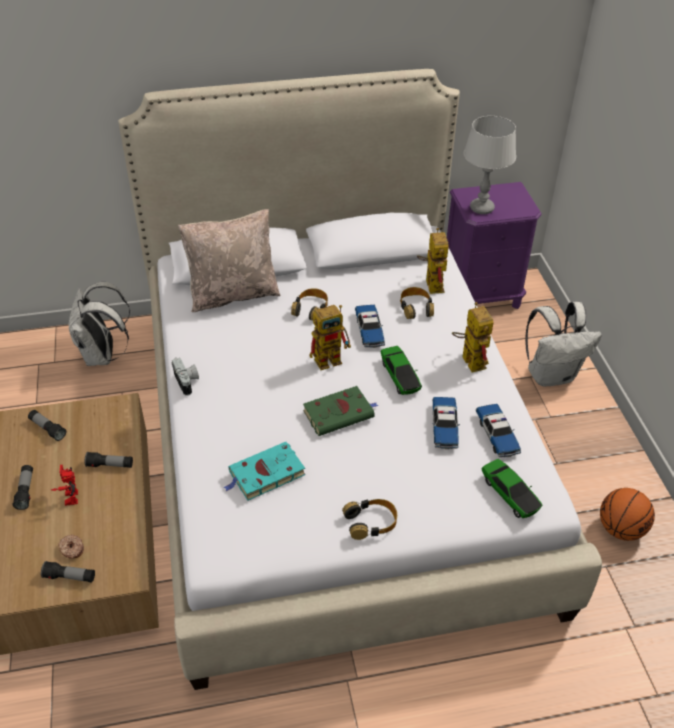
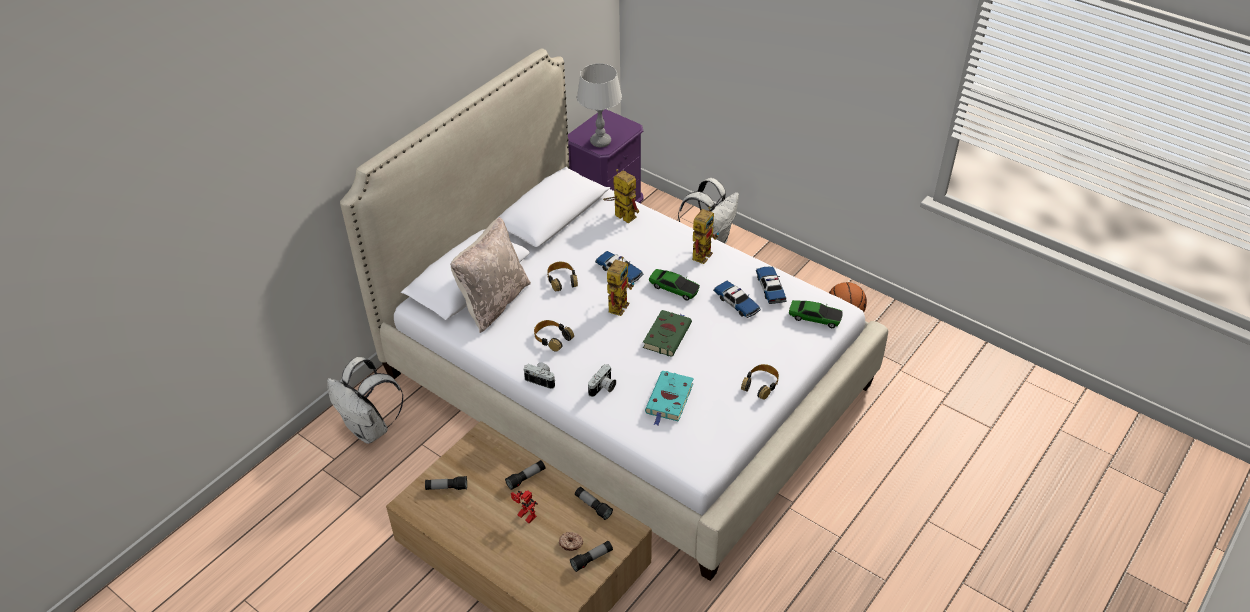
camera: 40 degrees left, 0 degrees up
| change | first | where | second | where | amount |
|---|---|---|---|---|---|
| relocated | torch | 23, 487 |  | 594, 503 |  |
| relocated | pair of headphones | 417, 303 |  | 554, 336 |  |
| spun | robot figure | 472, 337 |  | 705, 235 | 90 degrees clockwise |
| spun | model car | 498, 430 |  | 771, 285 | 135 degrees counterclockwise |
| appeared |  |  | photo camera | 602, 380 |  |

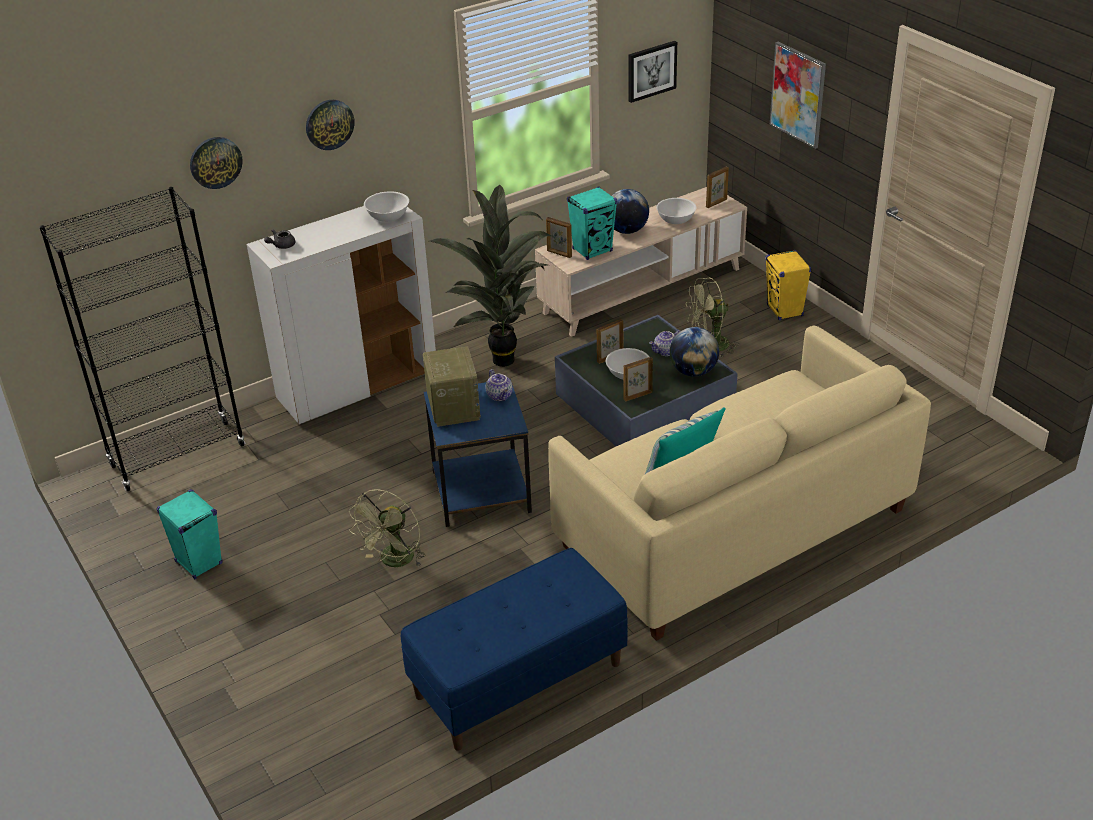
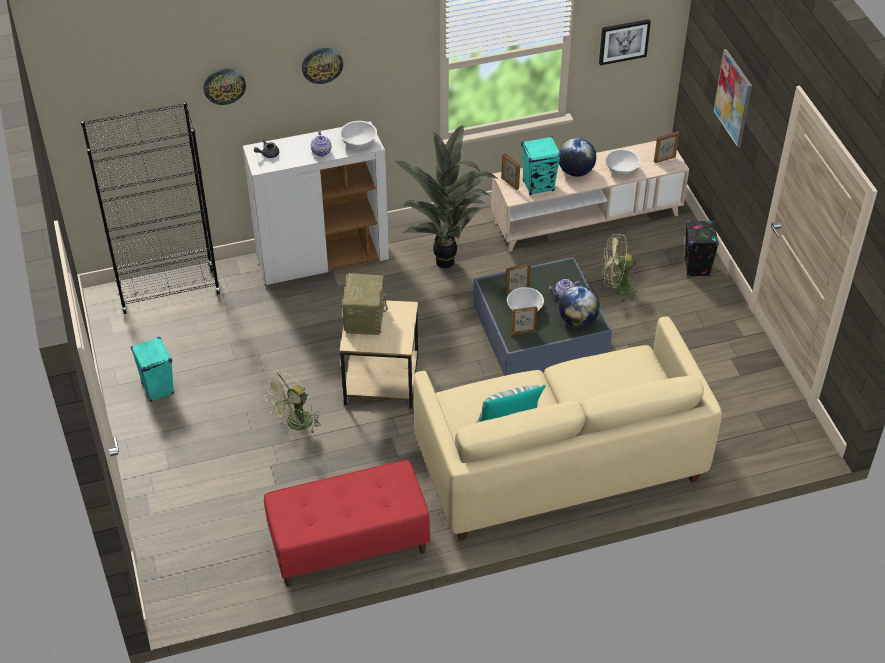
camera: 15 degrees right, 10 degrees up
| change | first | where | second | where | amount |
|---|---|---|---|---|---|
| colour | long seat in bluish | 514, 649 | long seat in red-coloured | 347, 523 |  |
| colour | end table in bluish | 478, 453 | end table in beige | 379, 354 |  |
| relocated | pot for tea | 499, 385 |  | 321, 143 |  |
| colour | audio speaker in yellowish | 788, 285 | audio speaker in black-coloured | 701, 248 |  |

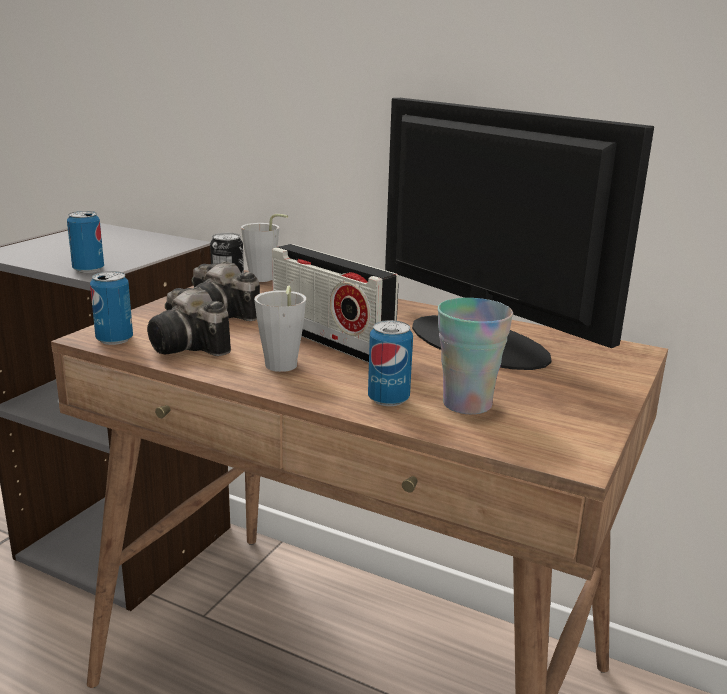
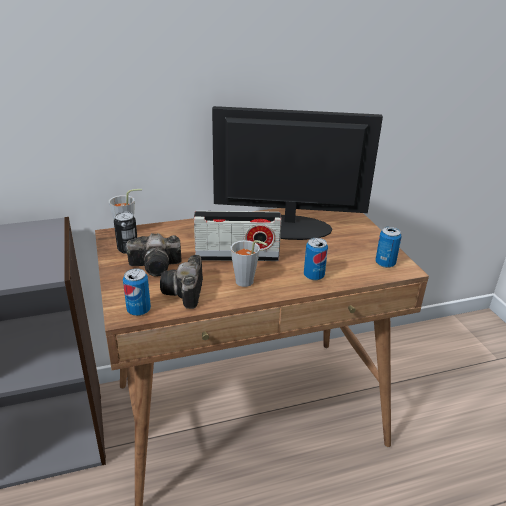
camera: 45 degrees left, 10 degrees up
| change | first | where | second | where | amount |
|---|---|---|---|---|---|
| relocated | metal can | 85, 242 |  | 388, 247 |  |
| spun | photo camera | 189, 321 |  | 181, 282 | 90 degrees clockwise |
| missing | drinking cup | 475, 356 |  |  |  |

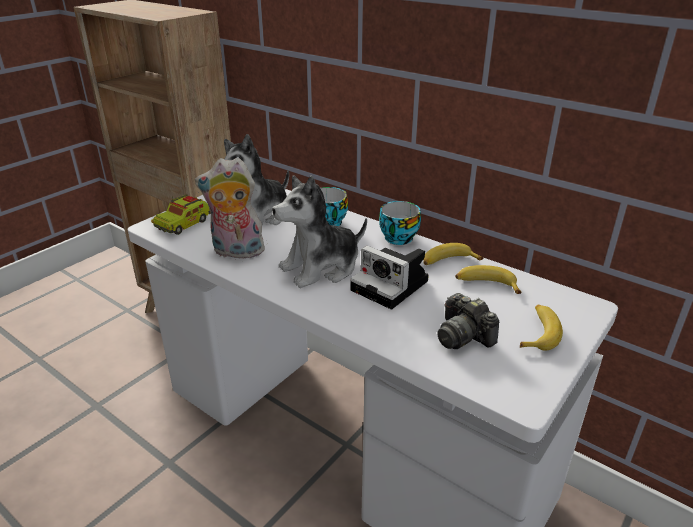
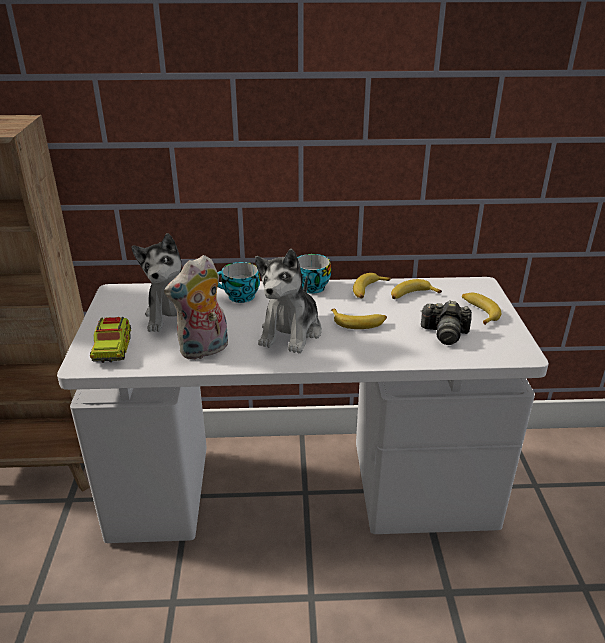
camera: 40 degrees left, 0 degrees up
| change | first | where | second | where | amount |
|---|---|---|---|---|---|
| exchanged | photo camera | 389, 277 | banana | 359, 318 |  |

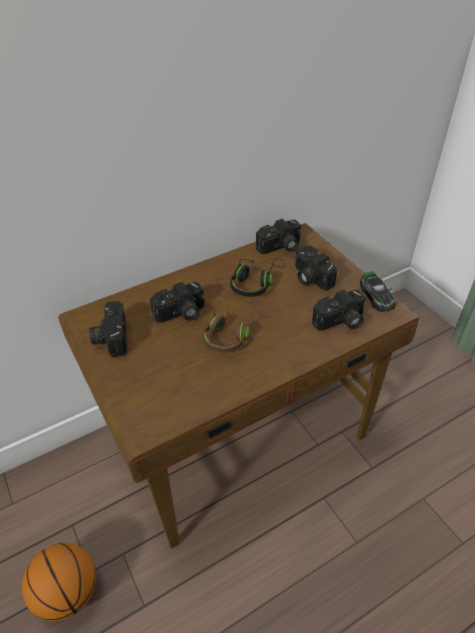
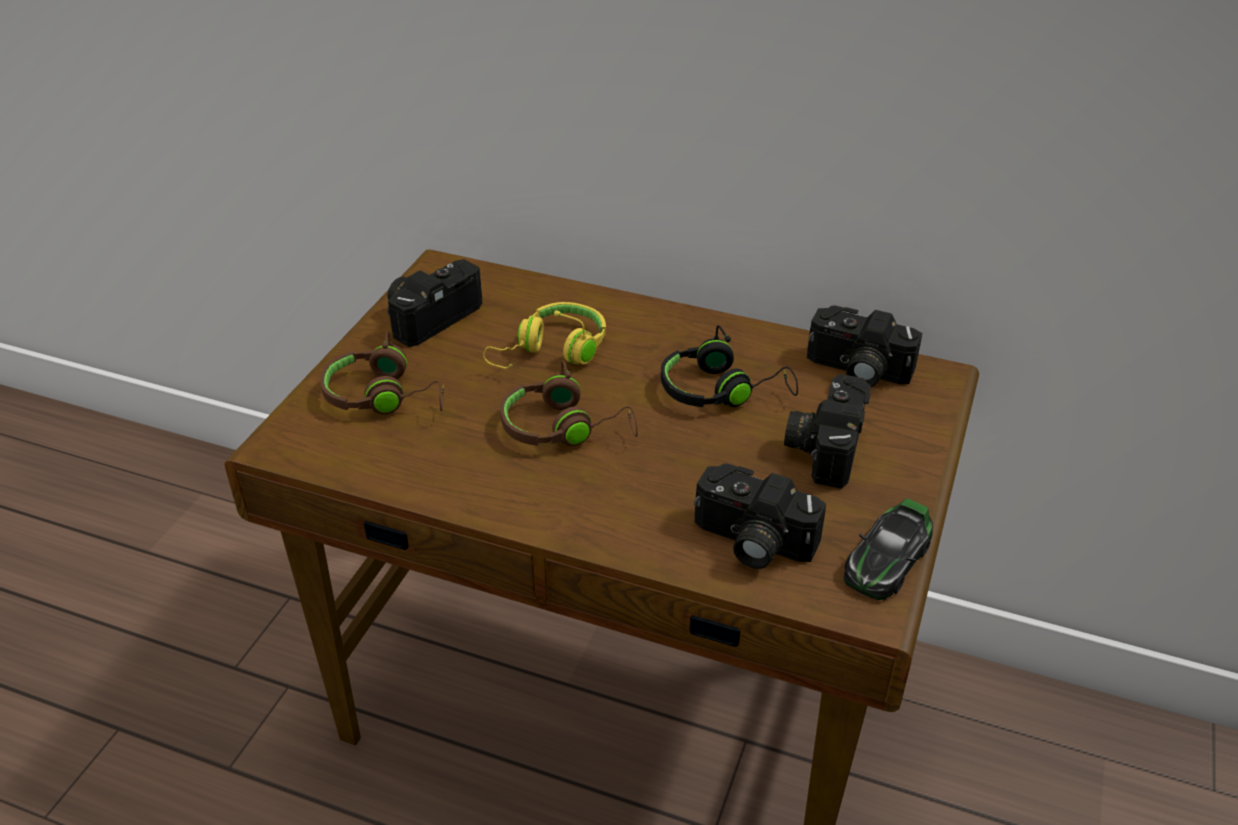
camera: 50 degrees right, 5 degrees down
| change | first | where | second | where | amount |
|---|---|---|---|---|---|
| missing | basketball ball | 59, 582 |  |  |  |
| exchanged | photo camera | 177, 302 | pair of headphones in yellowish | 544, 335 |  |
| appeared |  |  | pair of headphones in brownish | 382, 372 |  |

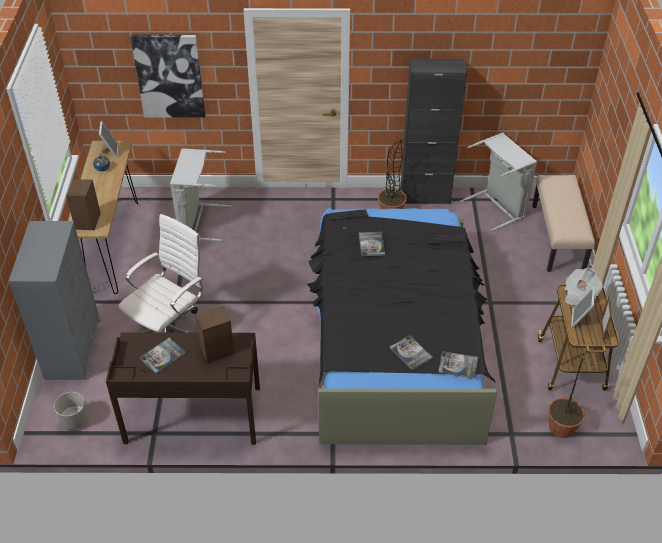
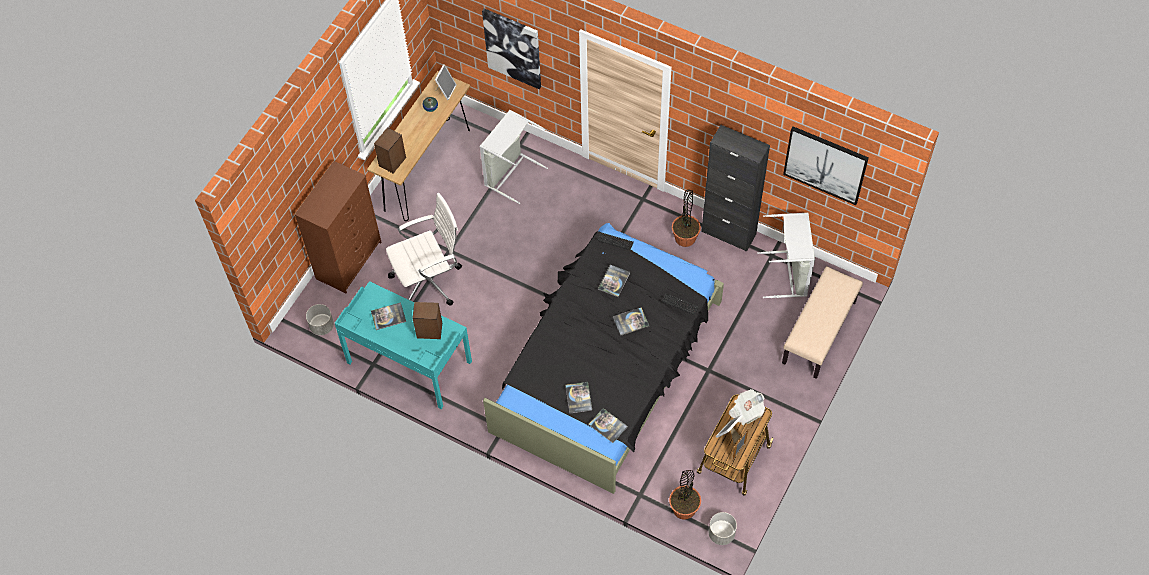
camera: 30 degrees right, 15 degrees up
| change | first | where | second | where | amount |
|---|---|---|---|---|---|
| colour | drawer chest in greyish | 54, 300 | drawer chest in brownish | 338, 227 |  |
| colour | desk in brownish | 183, 388 | desk in turquoise-coloured | 403, 345 |  |
| appeared |  |  | volume | 631, 321 |  |
| appeared |  |  | flower pot in greyish | 723, 528 |  |
| appeared |  |  | wall picture | 826, 165 |  |

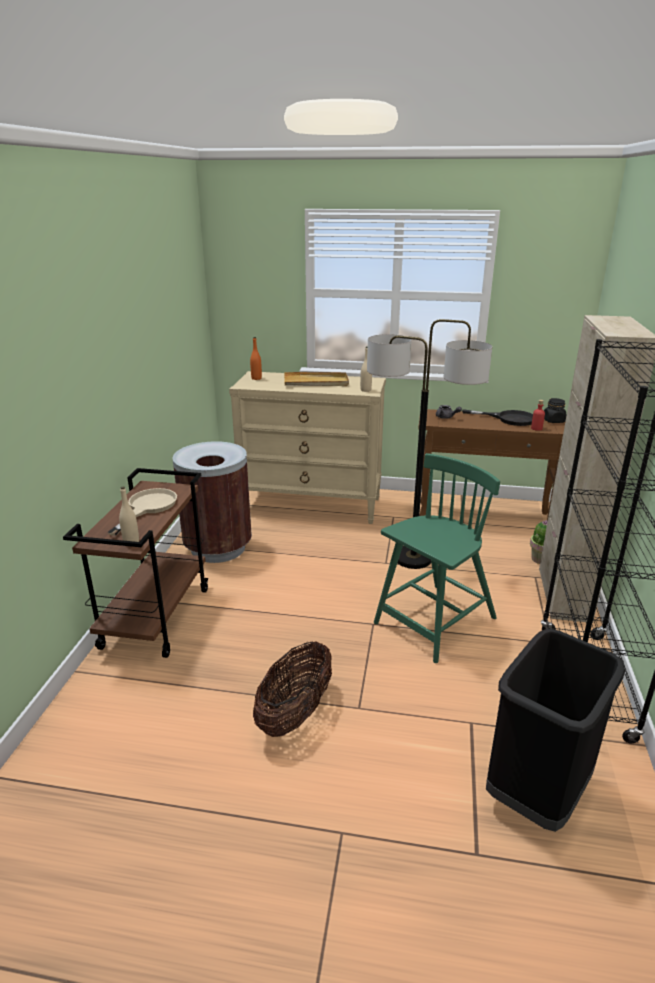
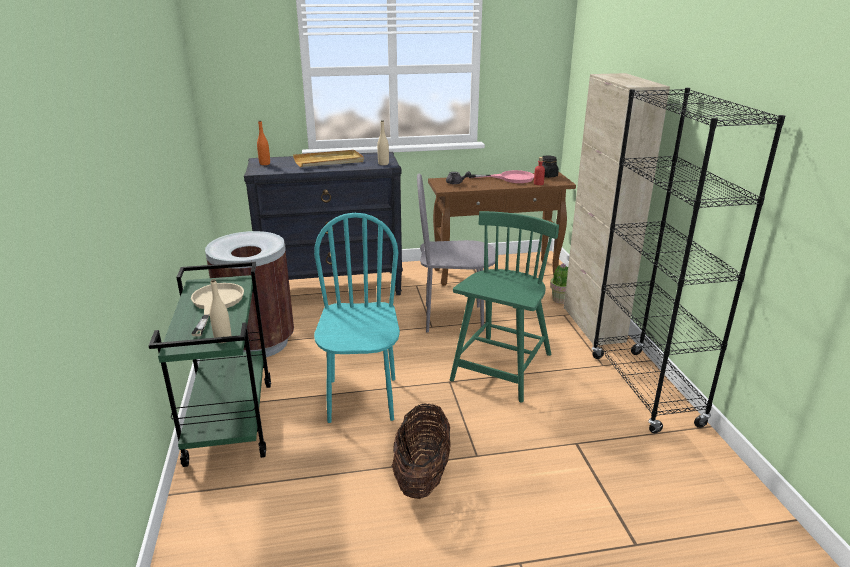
camera: 20 degrees left, 0 degrees up
| change | first | where | second | where | amount |
|---|---|---|---|---|---|
| colour | cart in brownish | 135, 563 | cart in green | 209, 364 |  |
| colour | drawer chest in beige | 307, 447 | drawer chest in black-coloured | 323, 223 |  |
| exchanged | floor lamp | 429, 444 | plain chair in greyish | 456, 253 |  |
| colour | skillet in black-coloured | 497, 417 | skillet in pink | 501, 176 |  |
| missing | waste bin in black-coloured | 555, 730 |  |  |  |
| appeared |  |  | plain chair in turquoise-coloured | 357, 318 |  |

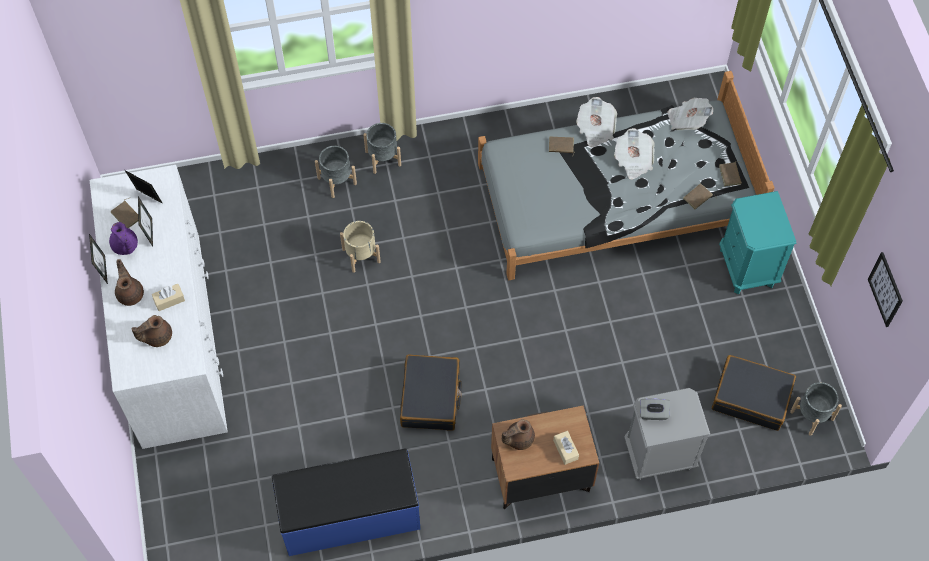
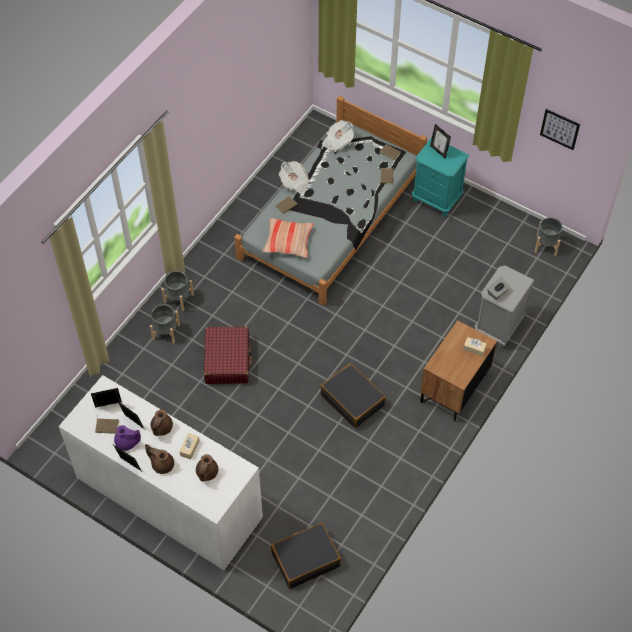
camera: 45 degrees left, 5 degrees down
| change | first | where | second | where | amount |
|---|---|---|---|---|---|
| missing | long seat in bluish | 346, 502 |  |  |  |
| exchanged | flower pot in beige | 360, 247 | travel case in red-coloured | 228, 355 |  |
| relocated | pot for tea in brownish | 518, 434 |  | 162, 422 |  |
| missing | printed paper | 634, 154 |  |  |  |
| relocated | travel case in black-coloured | 753, 393 |  | 306, 556 |  |
| appeared |  |  | pillow | 287, 238 |  |
| appeared |  |  | picture frame | 440, 141 |  |

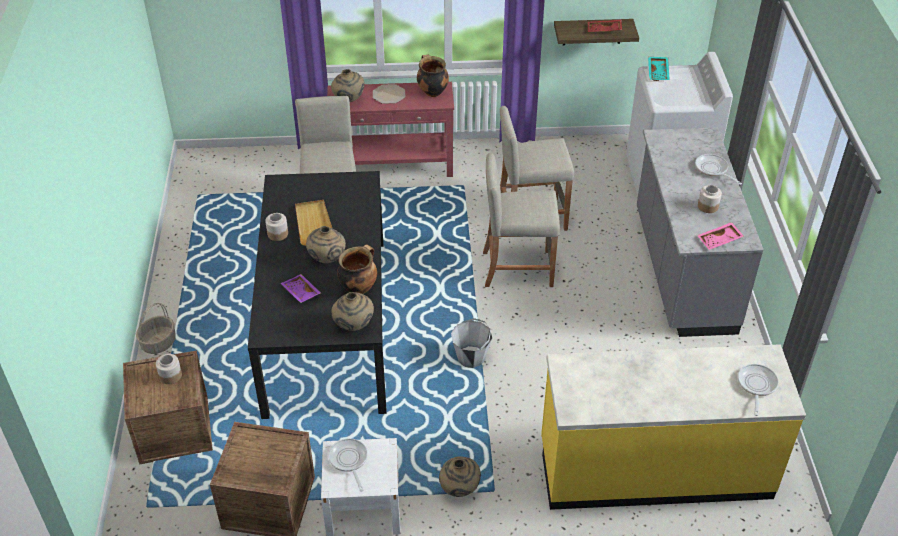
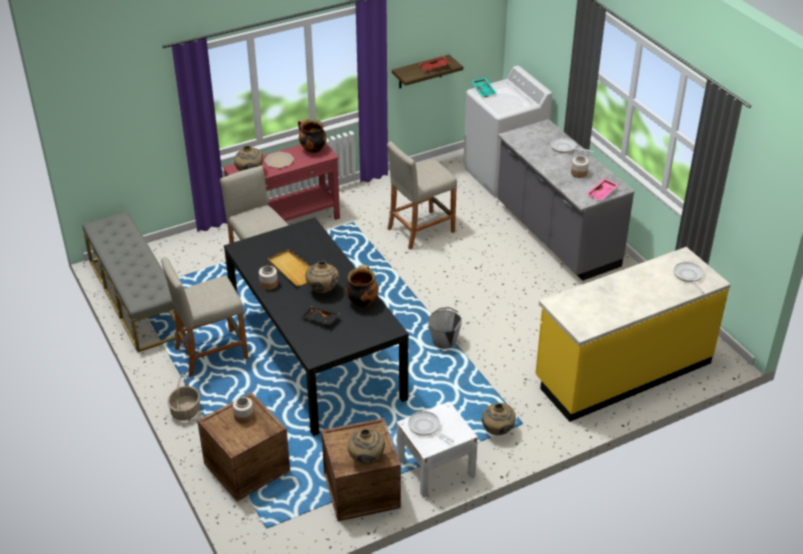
camera: 25 degrees left, 5 degrees down
| change | first | where | second | where | amount |
|---|---|---|---|---|---|
| colour | tray in purple-coloured | 301, 288 | tray in black-coloured | 320, 315 |  |
| relocated | decorative vase in beige | 353, 311 |  | 366, 446 |  |
| relocated | stool seat in beige | 521, 220 |  | 204, 317 |  |
| appeared |  |  | long seat in greyish | 134, 281 |  |

